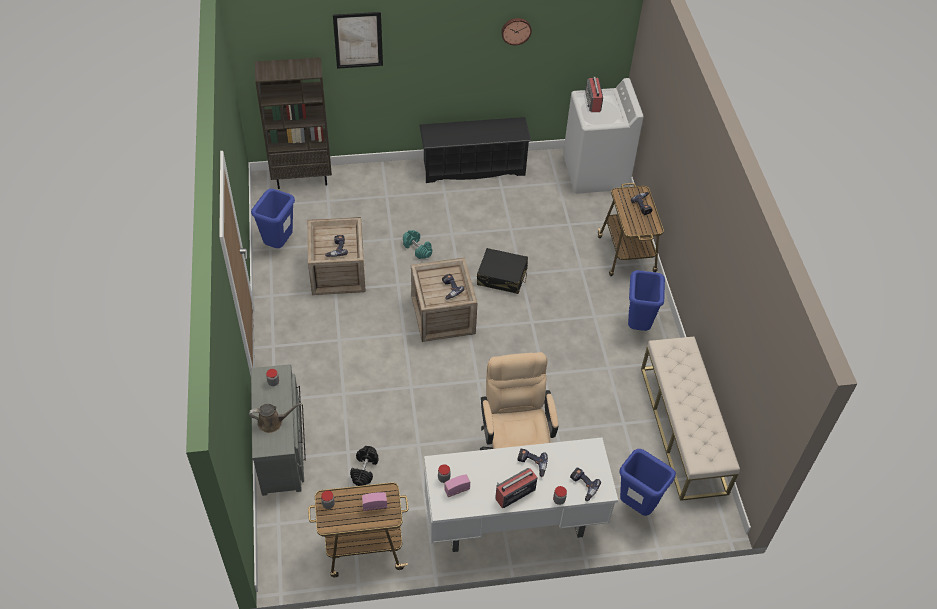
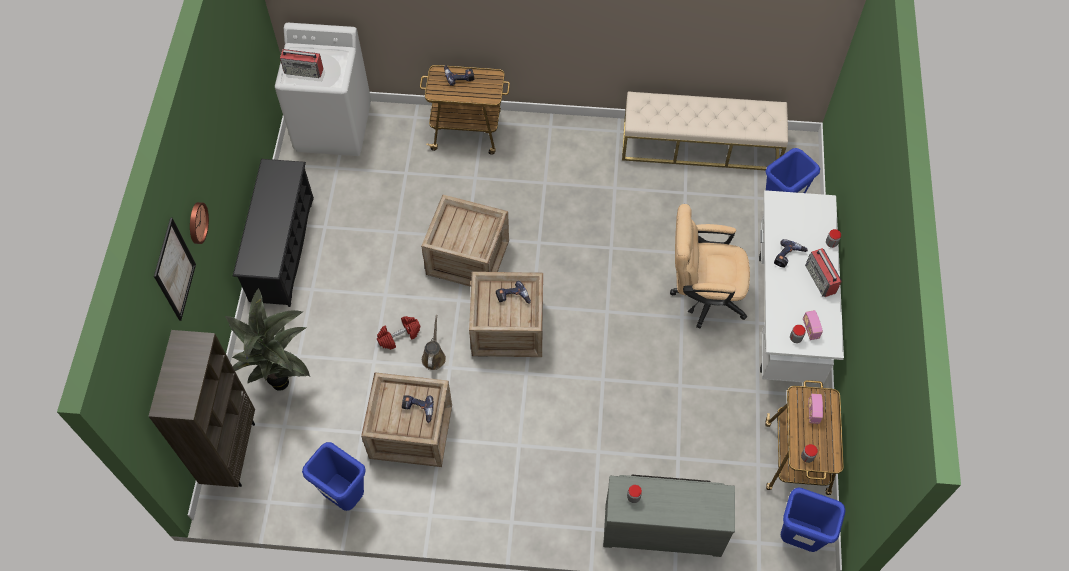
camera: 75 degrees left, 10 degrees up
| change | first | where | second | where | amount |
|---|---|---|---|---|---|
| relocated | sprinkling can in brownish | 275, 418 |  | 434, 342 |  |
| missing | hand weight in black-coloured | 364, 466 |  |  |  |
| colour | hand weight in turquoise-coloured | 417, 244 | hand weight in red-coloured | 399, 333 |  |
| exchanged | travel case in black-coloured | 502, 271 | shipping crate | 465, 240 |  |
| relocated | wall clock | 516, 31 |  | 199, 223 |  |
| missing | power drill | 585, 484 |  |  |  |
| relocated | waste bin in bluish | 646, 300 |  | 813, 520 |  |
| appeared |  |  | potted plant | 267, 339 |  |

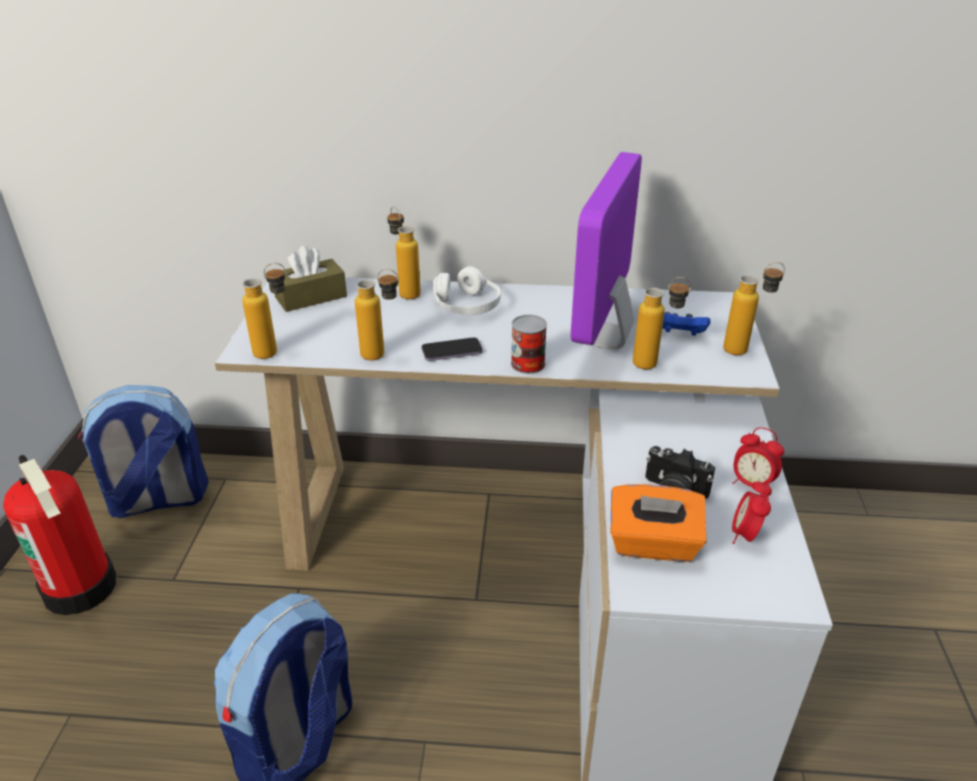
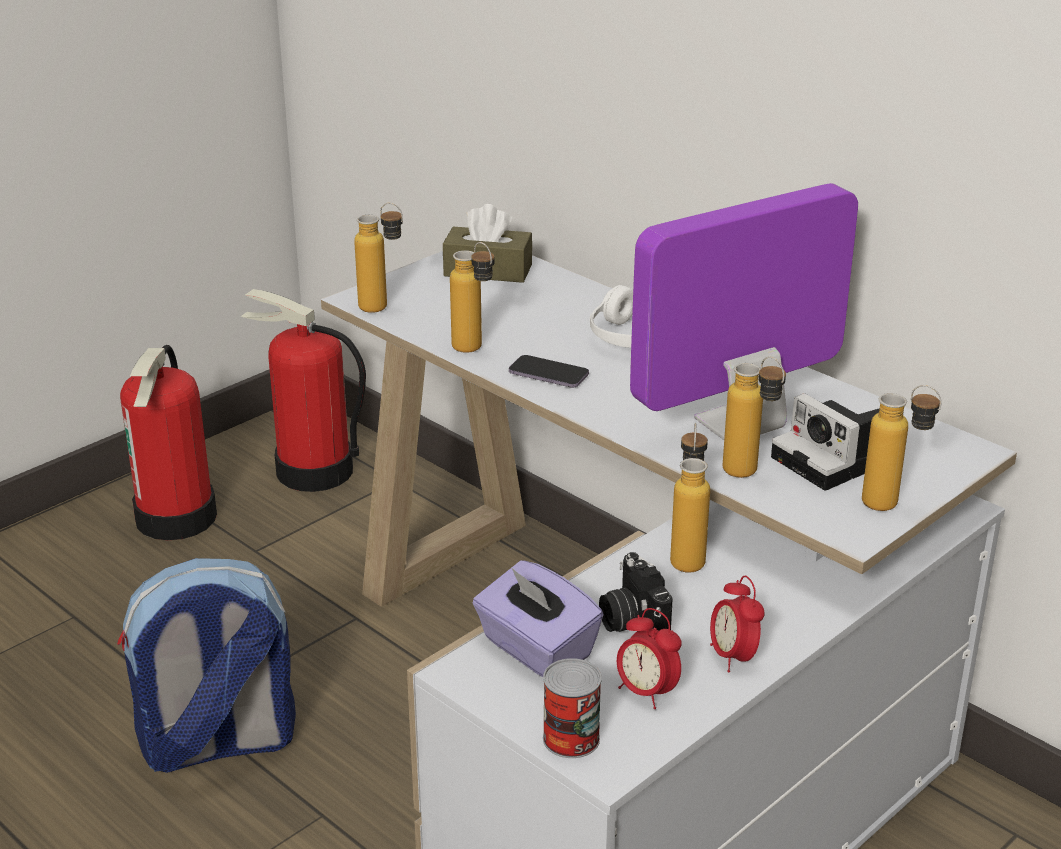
camera: 40 degrees right, 5 degrees down
| change | first | where | second | where | amount |
|---|---|---|---|---|---|
| exchanged | knapsack | 143, 451 | fire extinguisher | 303, 390 |  |
| relocated | beverage bottle | 404, 252 |  | 690, 497 |  |
| relocated | metal can | 529, 344 |  | 572, 708 |  |
| colour | tissue holder in orange | 659, 523 | tissue holder in purple-coloured | 538, 618 |  |
| exchanged | joypad in bluish | 686, 324 | photo camera | 825, 442 |  |
| spun | bedside clock | 752, 512 |  | 649, 658 | 105 degrees counterclockwise |

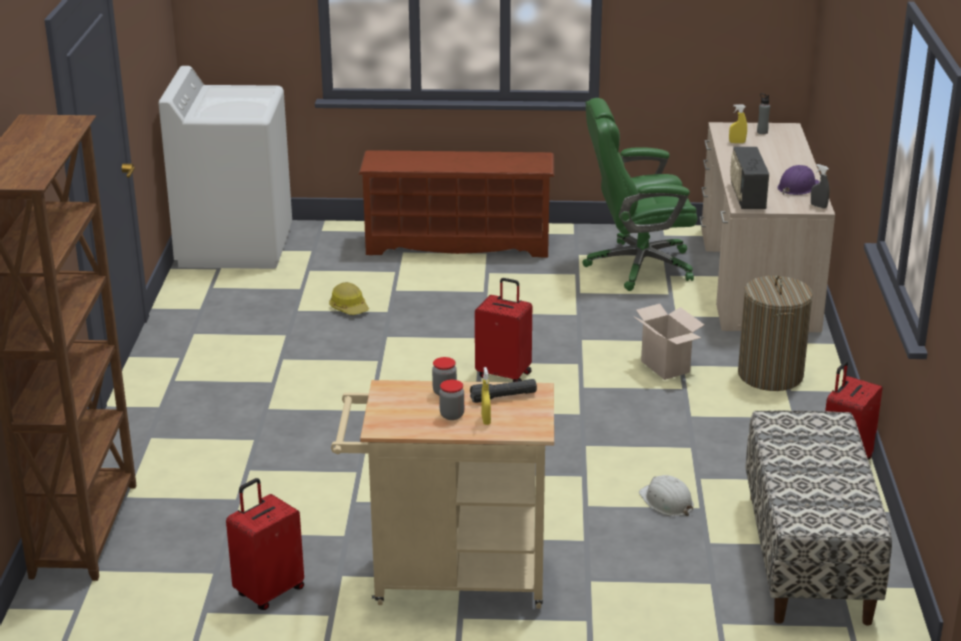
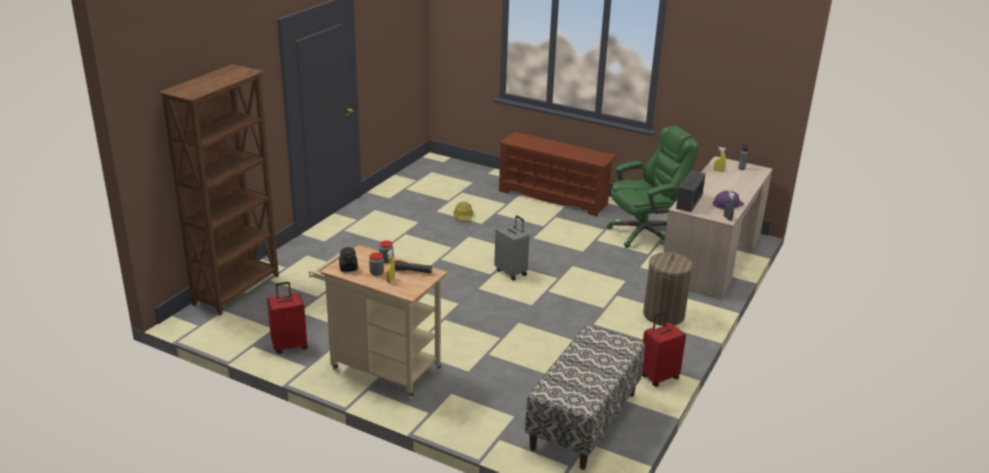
camera: 25 degrees right, 0 degrees up
| change | first | where | second | where | amount |
|---|---|---|---|---|---|
| missing | washing machine in whitish | 225, 167 |  |  |  |
| colour | travel case in red-coloured | 503, 330 | travel case in greyish | 511, 248 |  |
| spun | office chair in green | 639, 194 |  | 652, 187 | 135 degrees clockwise |
| missing | carton | 668, 342 |  |  |  |
| missing | safety helmet in whitish | 666, 495 |  |  |  |
| appeared |  |  | storage jar in black-coloured | 348, 259 |  |

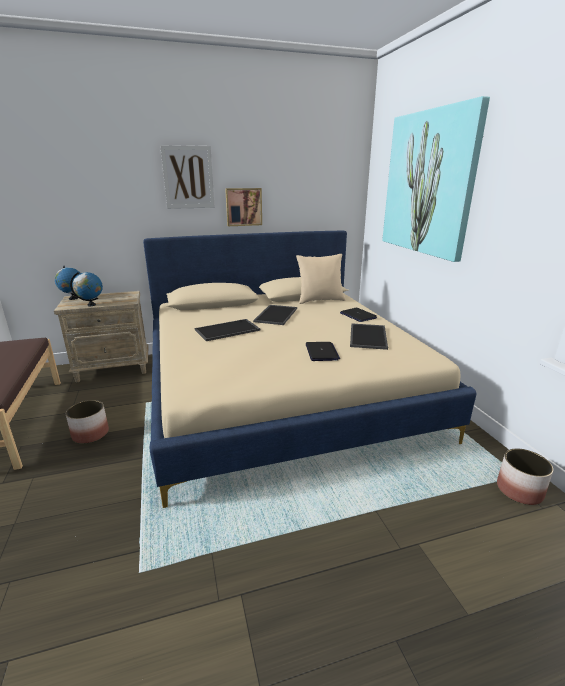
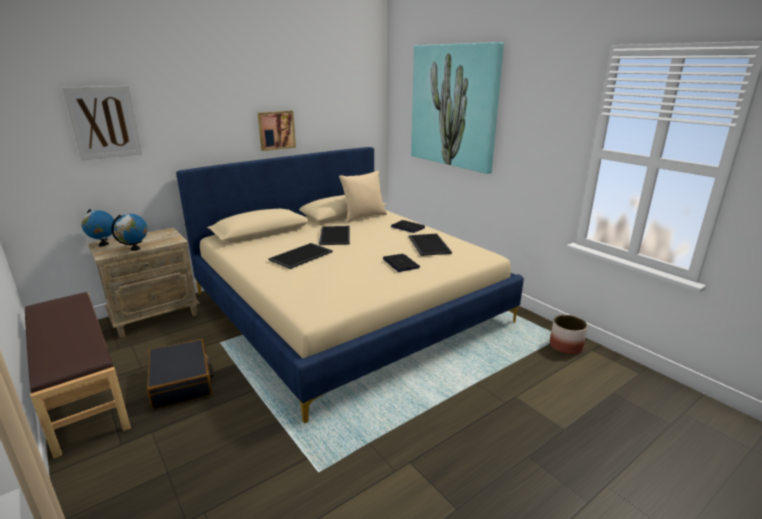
camera: 20 degrees left, 0 degrees up
| change | first | where | second | where | amount |
|---|---|---|---|---|---|
| exchanged | flower pot | 87, 422 | travel case in black-coloured | 180, 374 |  |
| relocated | wall picture | 187, 177 |  | 102, 123 |  |

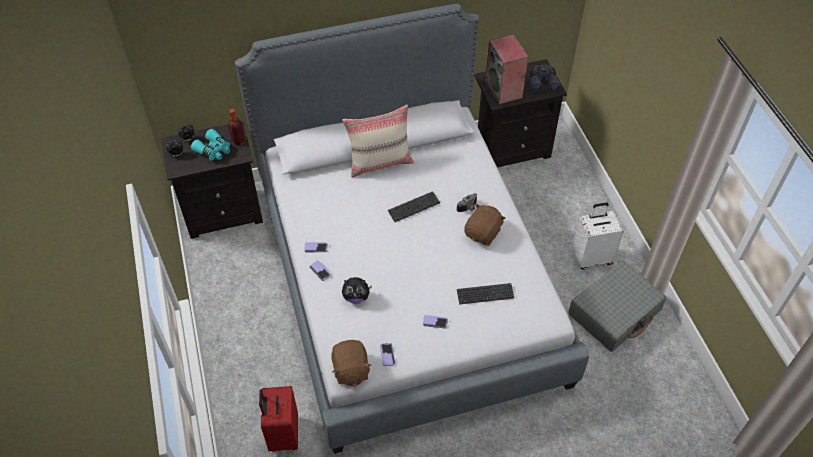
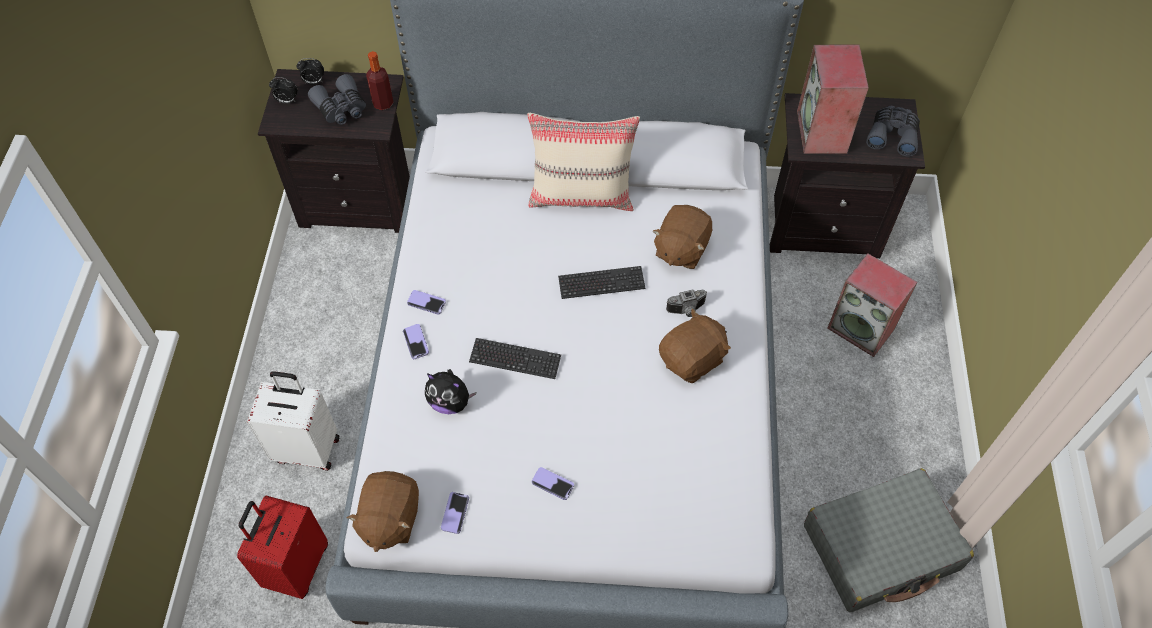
camera: 20 degrees right, 5 degrees up
| change | first | where | second | where | amount |
|---|---|---|---|---|---|
| colour | pair of binoculars in turquoise-coloured | 210, 144 | pair of binoculars in greyish | 337, 99 |  |
| relocated | keyboard | 485, 294 |  | 515, 358 |  |
| relocated | travel case in whitish | 597, 236 |  | 293, 421 |  |
| appeared |  |  | plush toy in brownish | 682, 237 |  |
| appeared |  |  | audio speaker | 872, 305 |  |

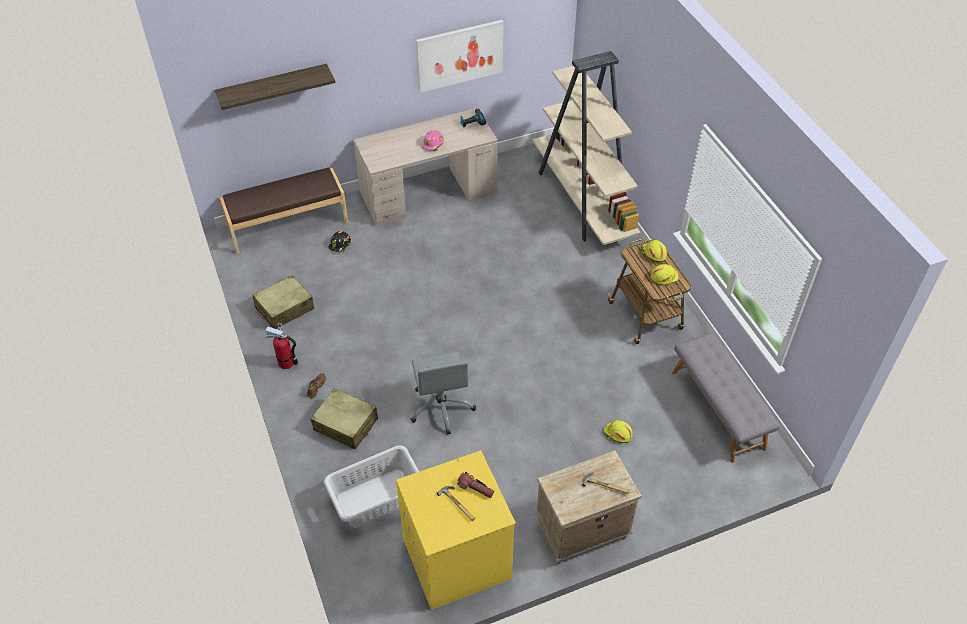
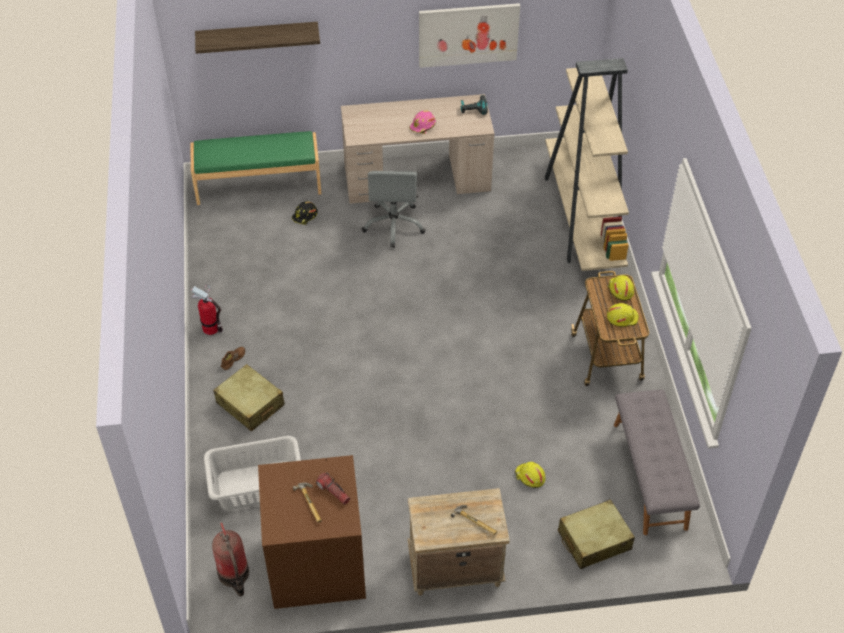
camera: 15 degrees right, 0 degrees up
| change | first | where | second | where | amount |
|---|---|---|---|---|---|
| colour | long seat in brownish | 284, 211 | long seat in green | 255, 168 |  |
| relocated | travel case in beige | 283, 302 |  | 596, 534 |  |
| colour | washing machine in yellowish | 456, 530 | washing machine in brownish | 312, 532 |  |
| relocated | office chair in greyish | 443, 393 |  | 394, 209 |  |
| appeared |  |  | fire extinguisher | 230, 559 |  |

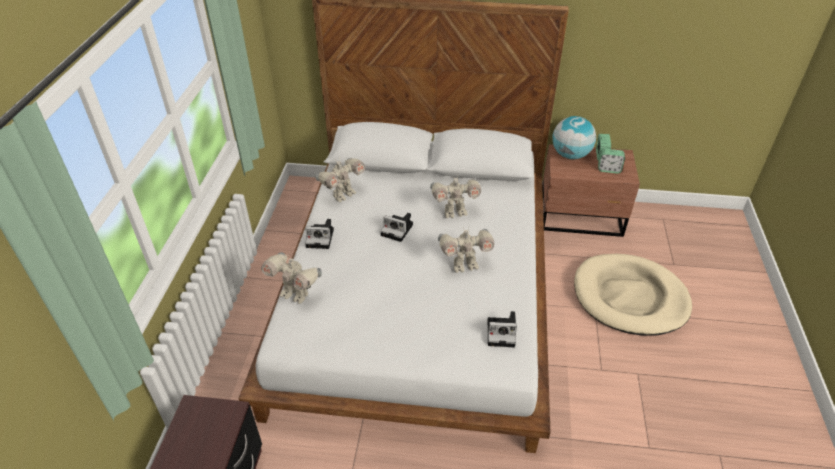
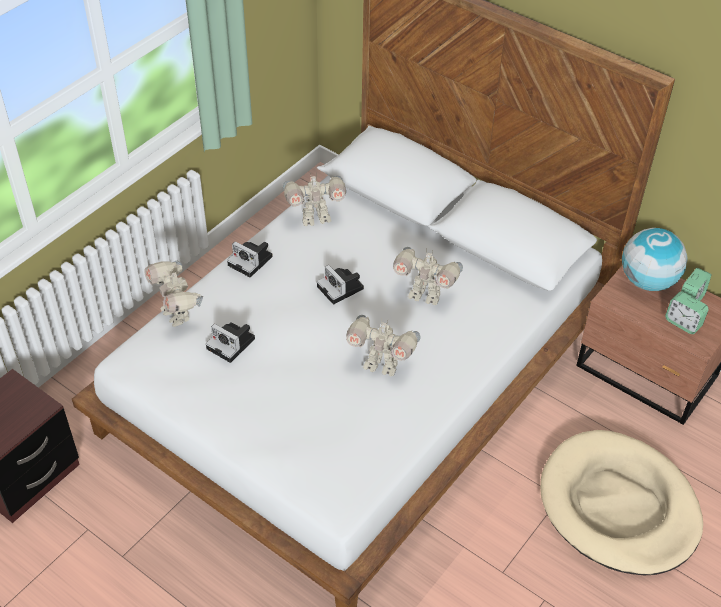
camera: 30 degrees right, 5 degrees up
| change | first | where | second | where | amount |
|---|---|---|---|---|---|
| relocated | photo camera | 502, 329 |  | 230, 342 |  |

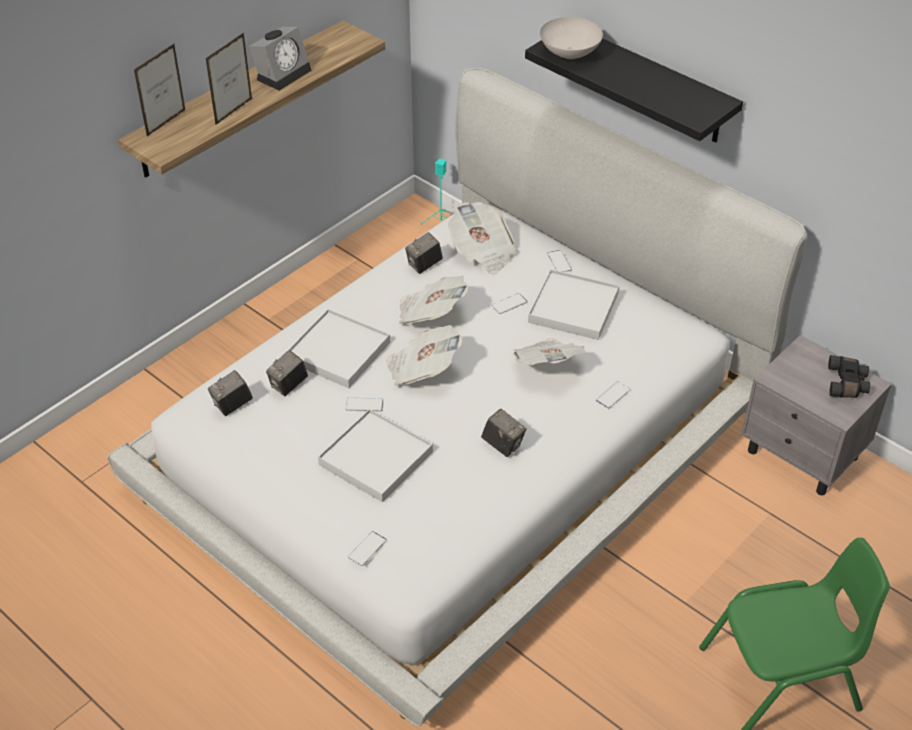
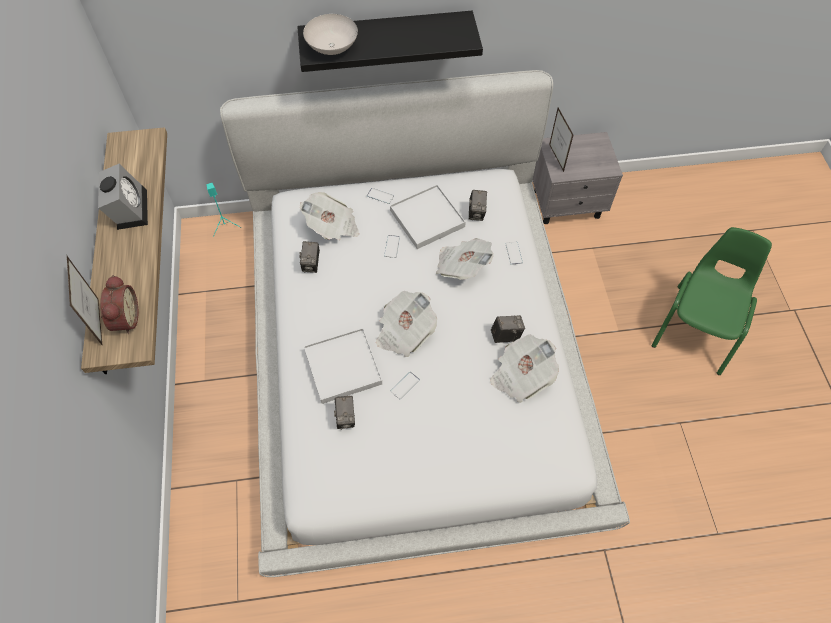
camera: 50 degrees left, 15 degrees up
| change | first | where | second | where | amount |
|---|---|---|---|---|---|
| relocated | picture frame | 229, 79 |  | 561, 140 |  |
| relocated | photo camera | 230, 393 |  | 478, 205 |  |
| missing | tray in whitish | 375, 455 |  |  |  |
| missing | handset | 367, 548 |  |  |  |
| relocated | printed paper | 433, 300 |  | 524, 368 |  |
| missing | pair of binoculars in black-coloured | 849, 376 |  |  |  |
| appeared |  |  | bedside clock | 119, 304 |  |

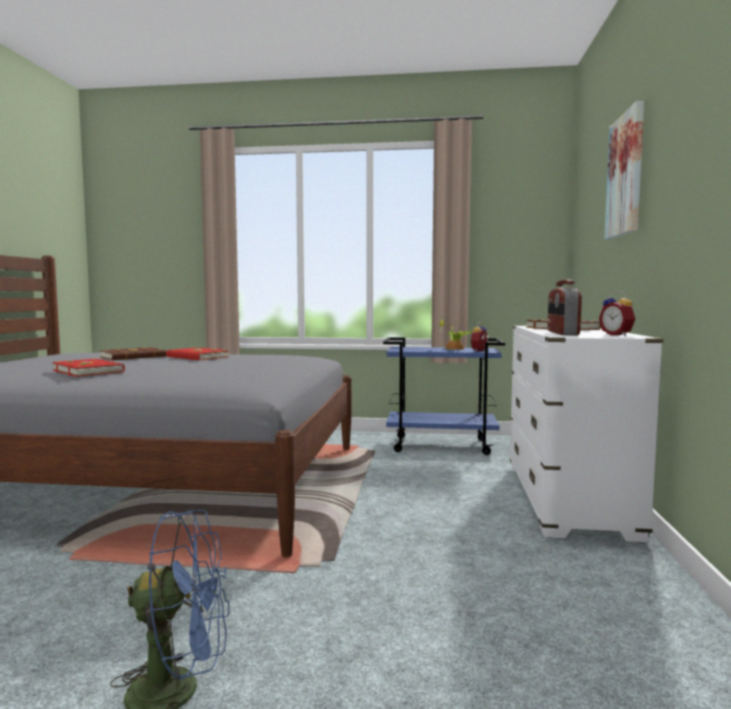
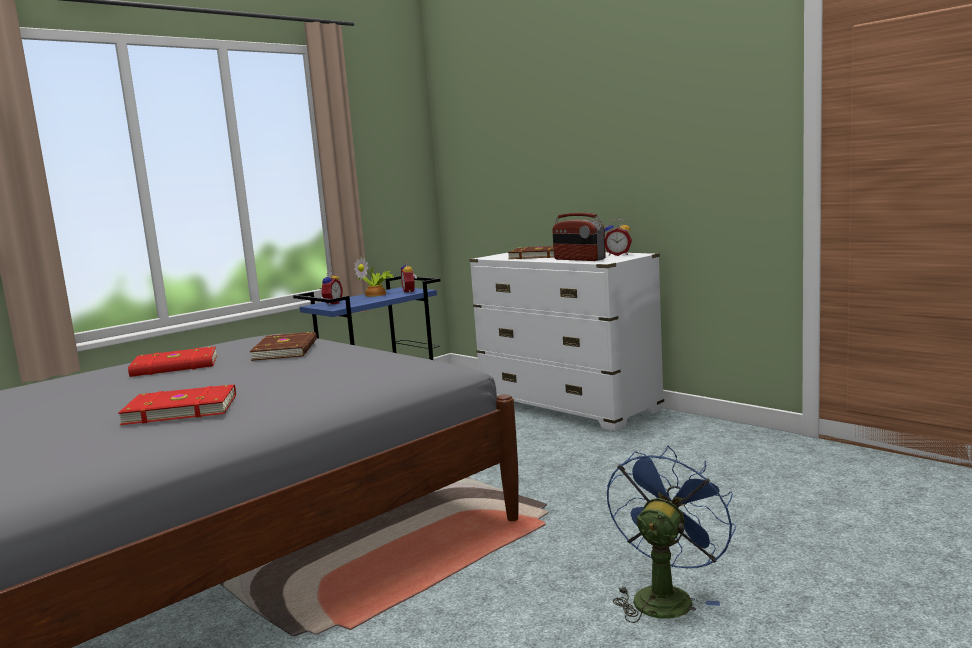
camera: 50 degrees left, 5 degrees up
| change | first | where | second | where | amount |
|---|---|---|---|---|---|
| relocated | volume in brownish | 133, 353 |  | 283, 346 |  |
| missing | wall picture | 624, 170 |  |  |  |
| appeared |  |  | bedside clock | 331, 287 |  |

